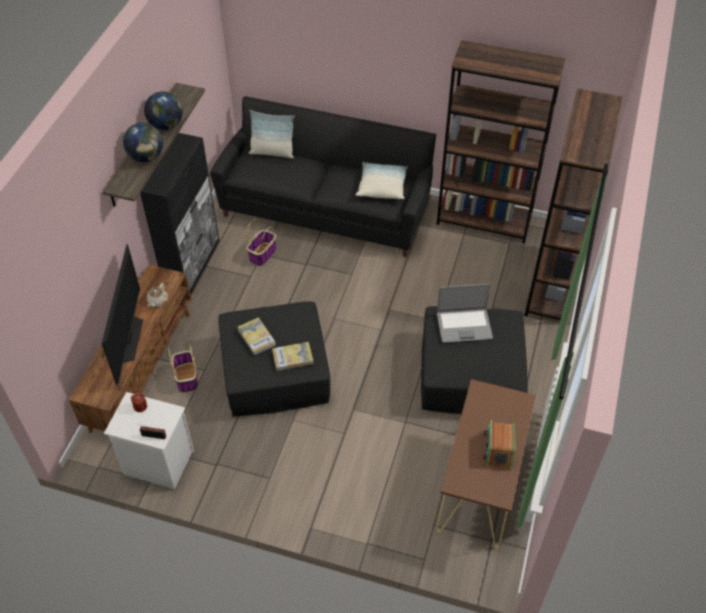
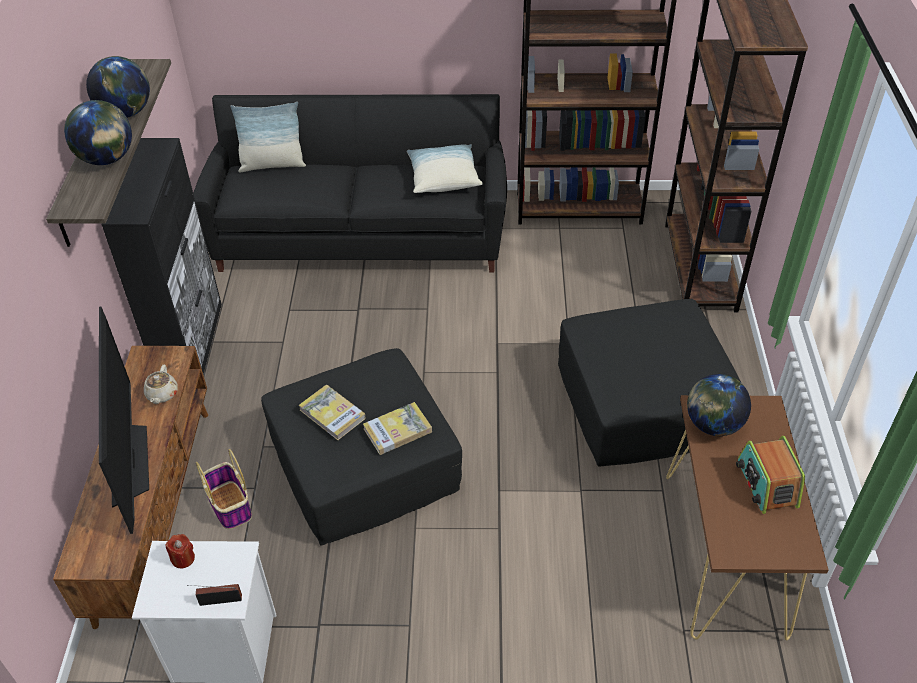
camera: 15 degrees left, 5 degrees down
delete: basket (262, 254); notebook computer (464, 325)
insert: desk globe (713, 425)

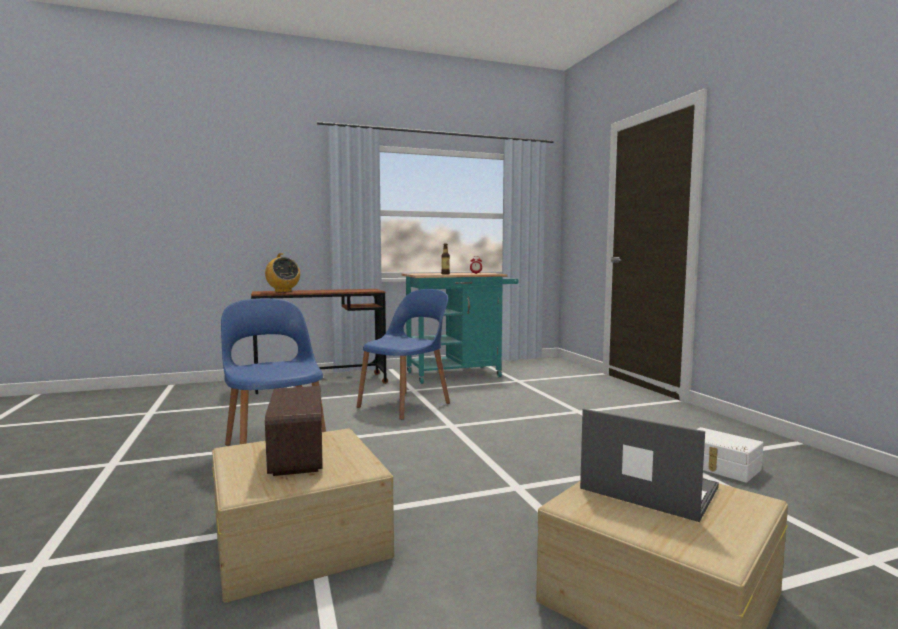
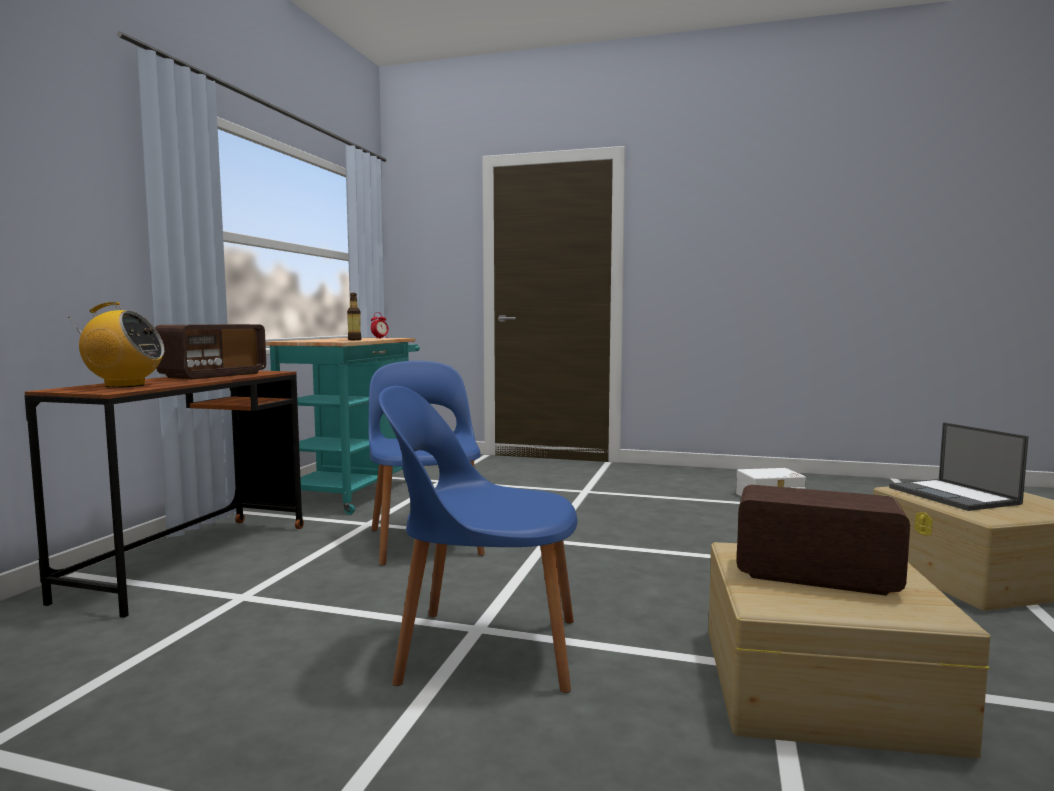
camera: 55 degrees left, 0 degrees up
insert: radio (214, 375)
rotate: notebook computer (647, 488) = (954, 496) 90 degrees counterclockwise

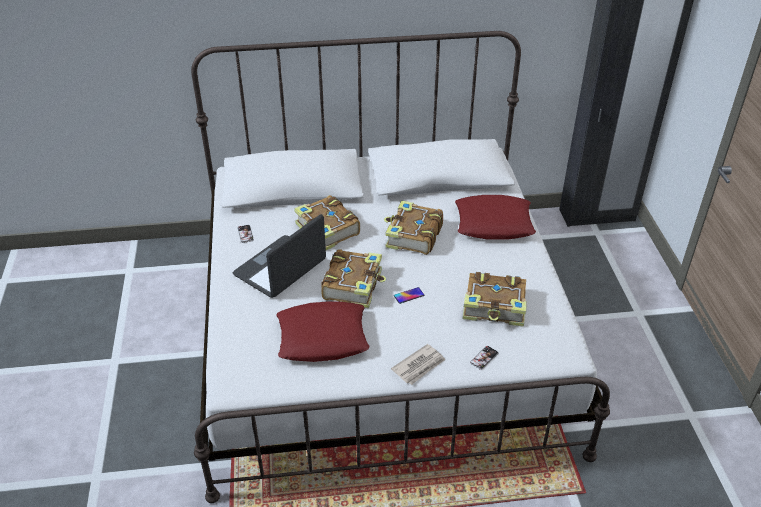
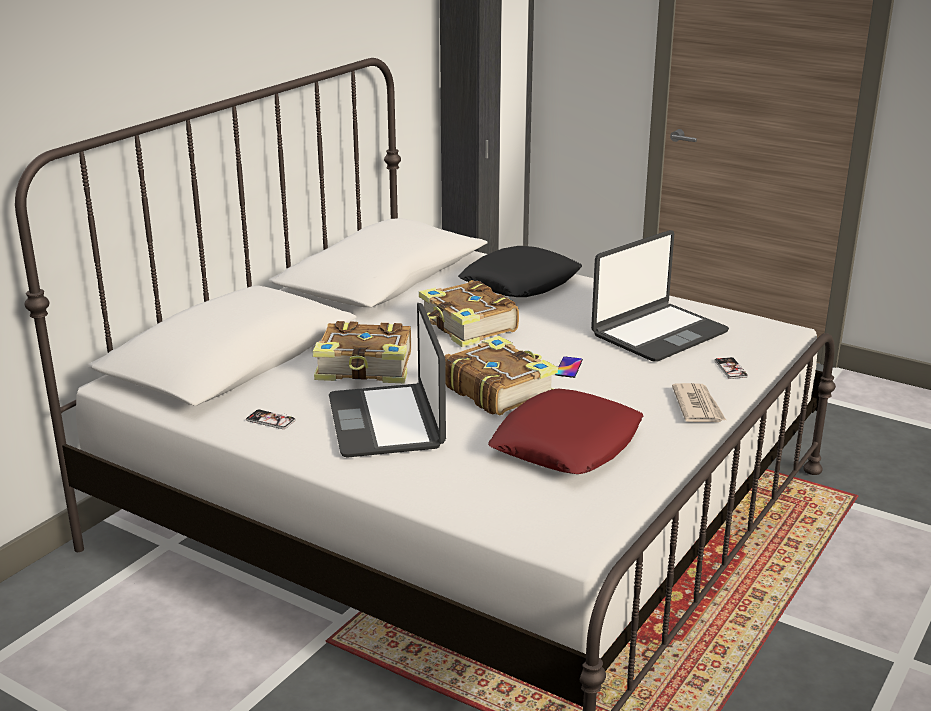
camera: 50 degrees left, 15 degrees down
replace: bound book (495, 307) to notebook computer (658, 333)
recolor: throw pillow in red-coloured (494, 223) to throw pillow in black (520, 282)

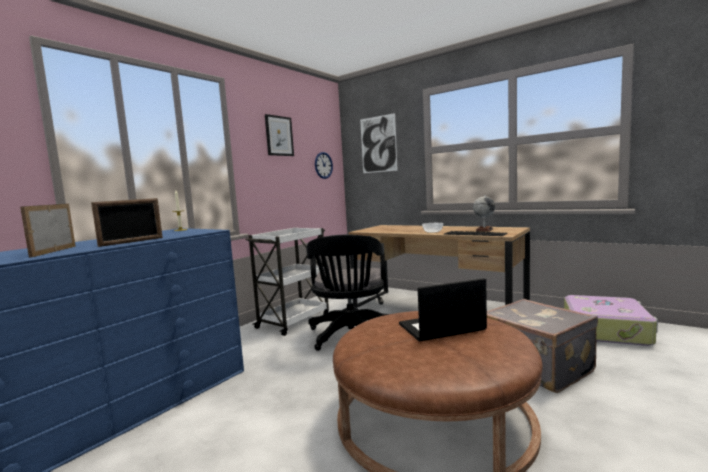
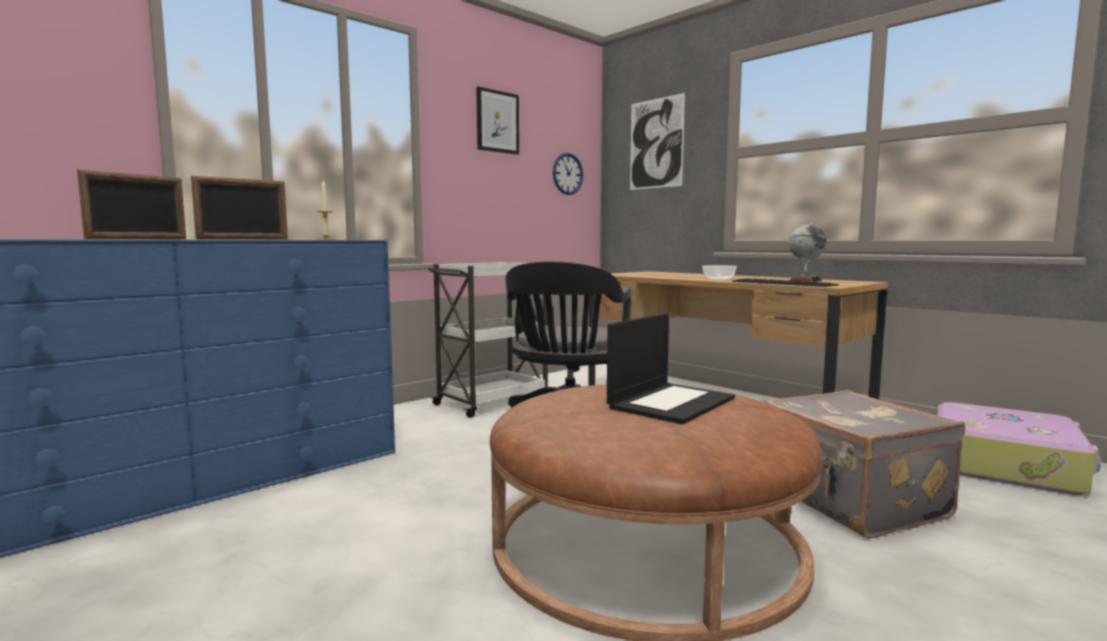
camera: 10 degrees right, 0 degrees up
rotate: standing frame (53, 251) = (138, 239) 150 degrees counterclockwise; notebook computer (441, 327) = (671, 402) 135 degrees clockwise

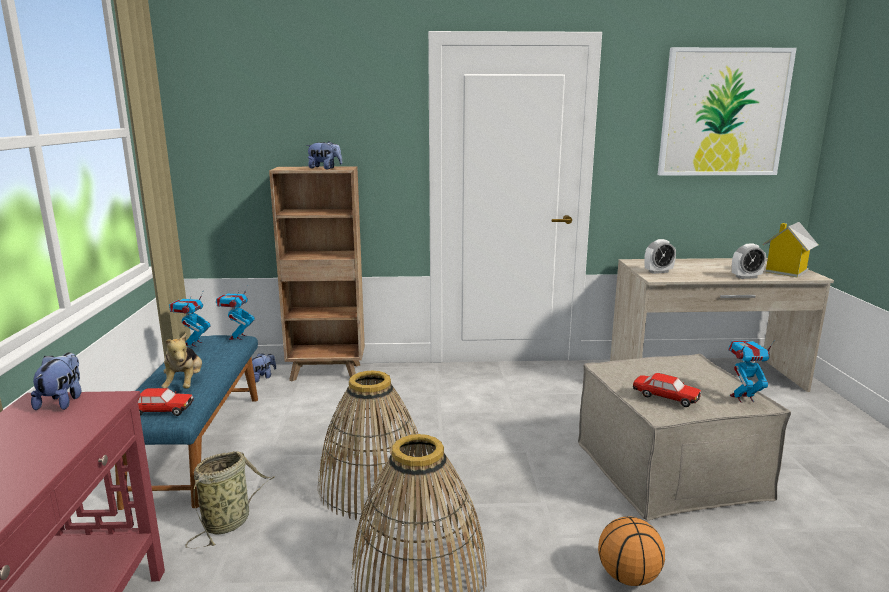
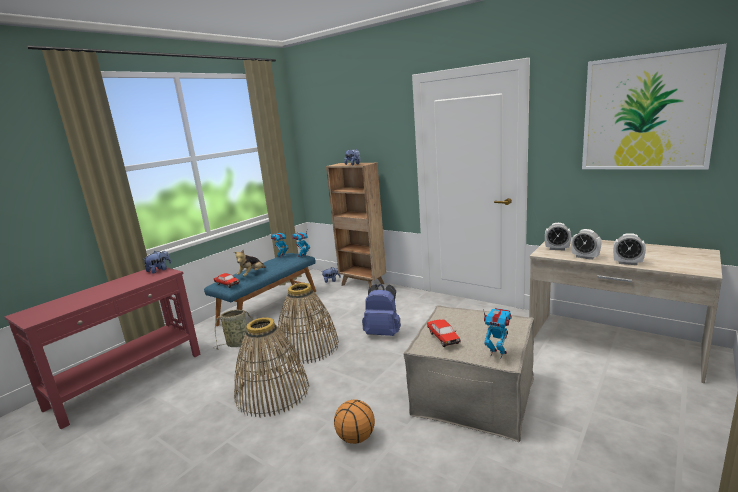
camera: 40 degrees right, 0 degrees up
delete: miniature house (785, 271)
insert: knapsack in blue (383, 333); alarm clock (585, 257)

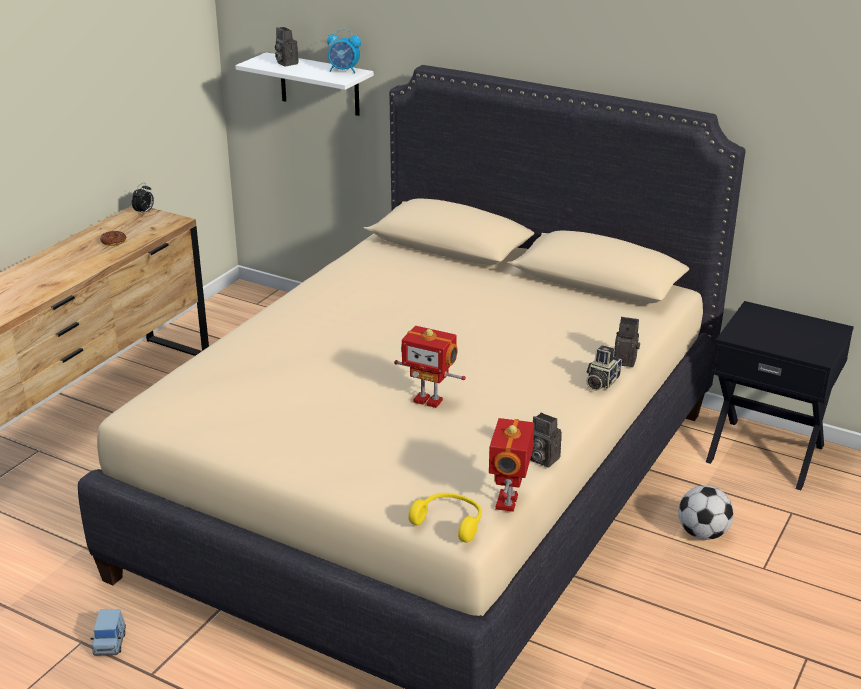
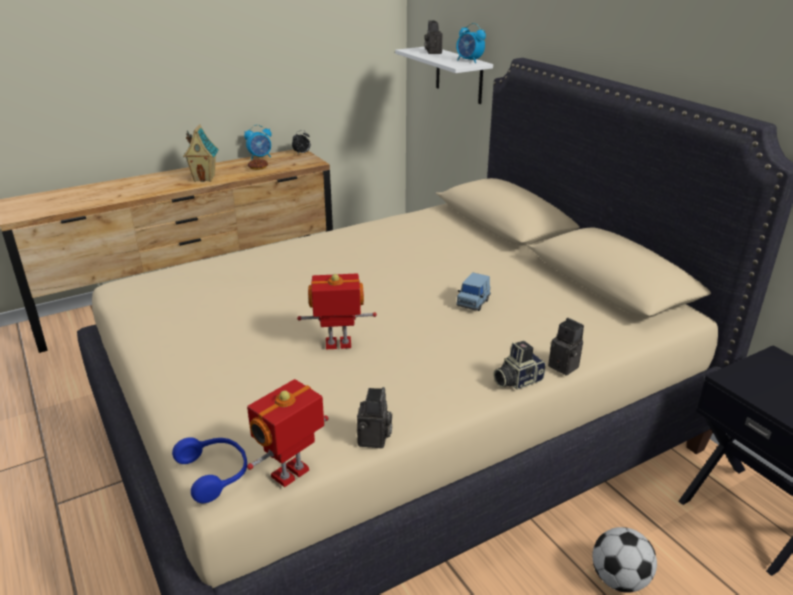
camera: 30 degrees right, 0 degrees up
insert: miniature house (205, 178); alarm clock (260, 157)
move: toy car in blue (110, 643) to (473, 303)
recolor: headphones in yellowish (450, 522) to headphones in blue (215, 473)
rotate: robot figure (429, 400) = (338, 345) 120 degrees clockwise; photo camera (542, 459) = (374, 440) 150 degrees counterclockwise

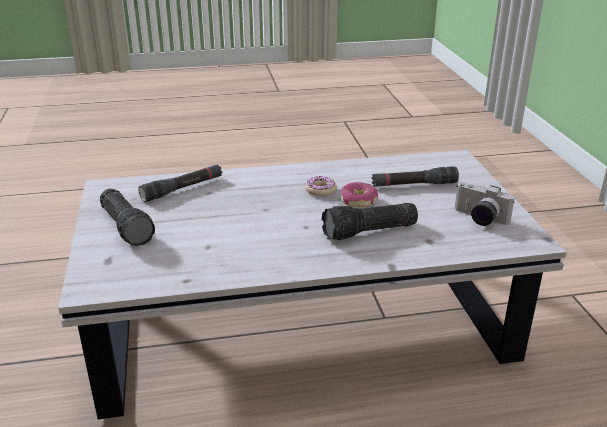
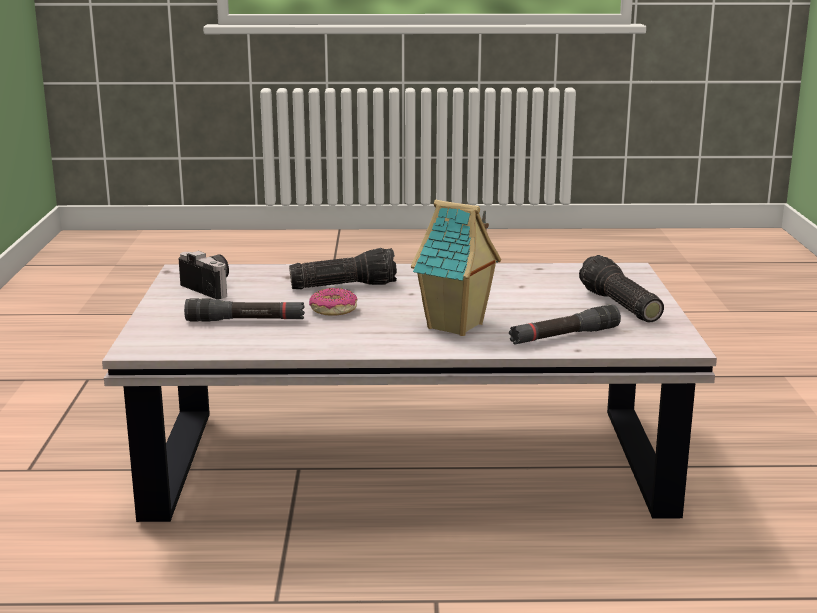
camera: 170 degrees left, 10 degrees down
delete: doughnut (321, 190)
insert: miniature house (456, 326)

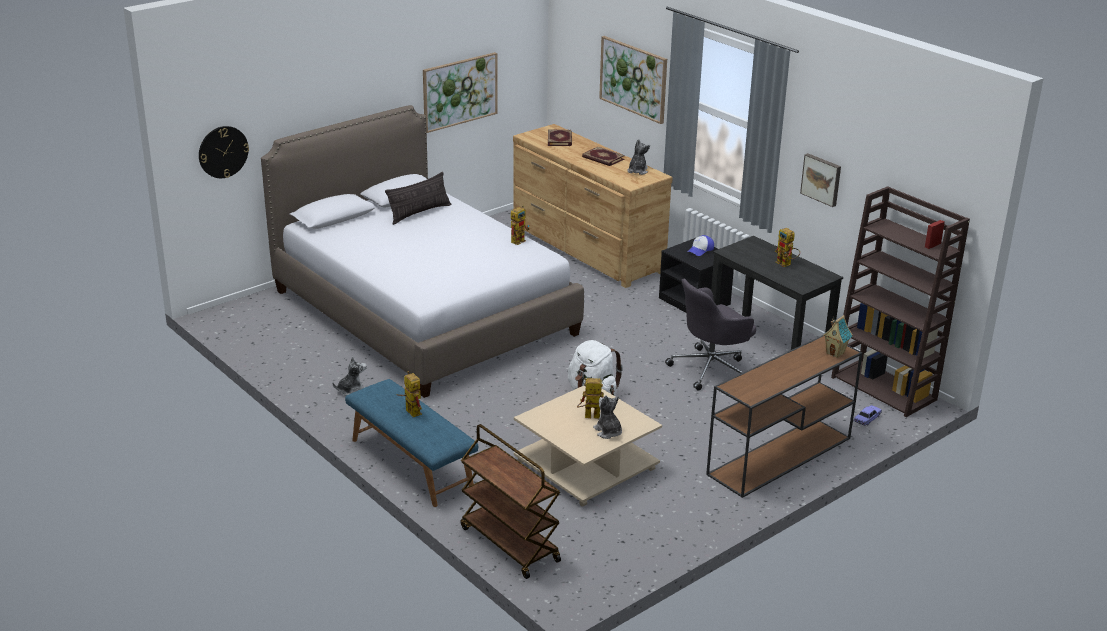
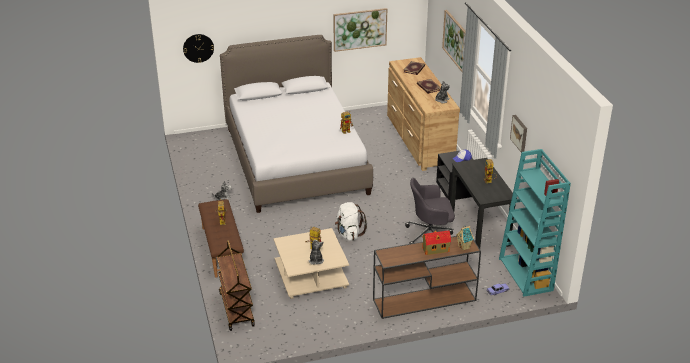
camera: 25 degrees right, 5 degrees up
delete: throw pillow (419, 213)
insert: miniature house (435, 250)
recolor: long seat in blue (410, 464) to long seat in brown-coloured (221, 249); bookcase in brown-coloured (885, 388) to bookcase in turquoise-coloured (526, 275)

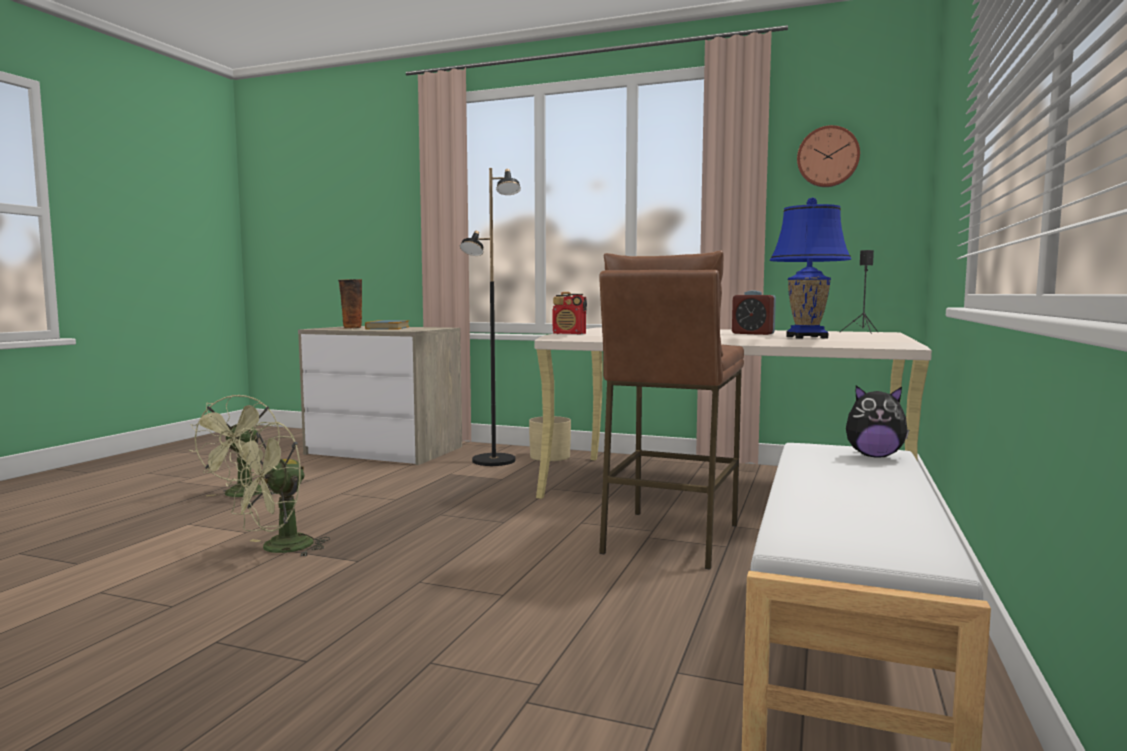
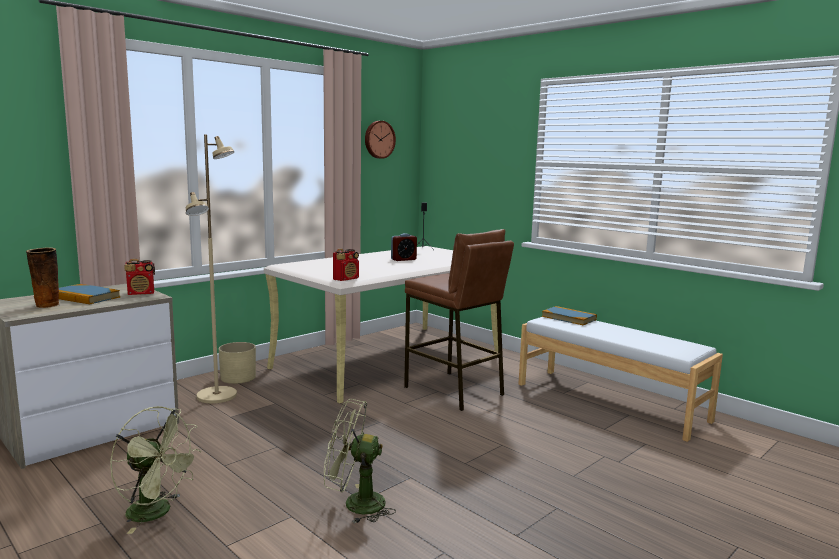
camera: 65 degrees left, 5 degrees up
delete: table lamp in blue (806, 337)
insert: radio (141, 293)
replace: cuddly toy (874, 456) to bound book (569, 318)
recolor: standard lamp in black (493, 461) to standard lamp in beige-coloured (217, 396)
rotate: electric fan in green-coloured (278, 549) = (355, 504) 120 degrees clockwise

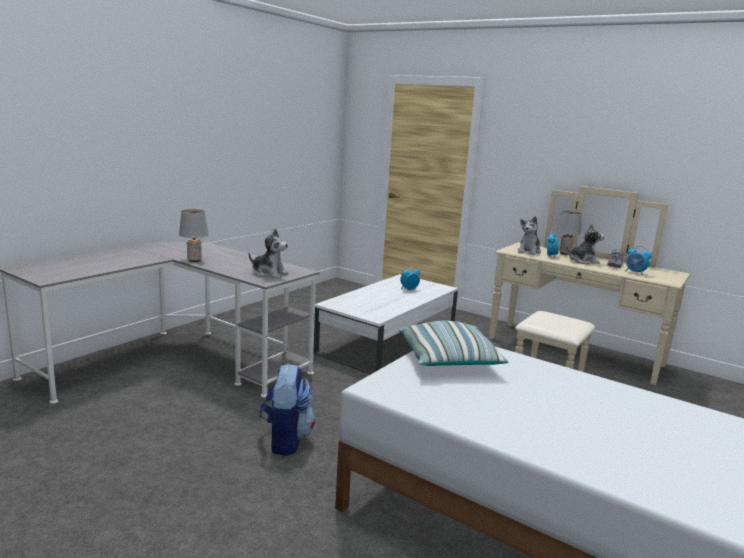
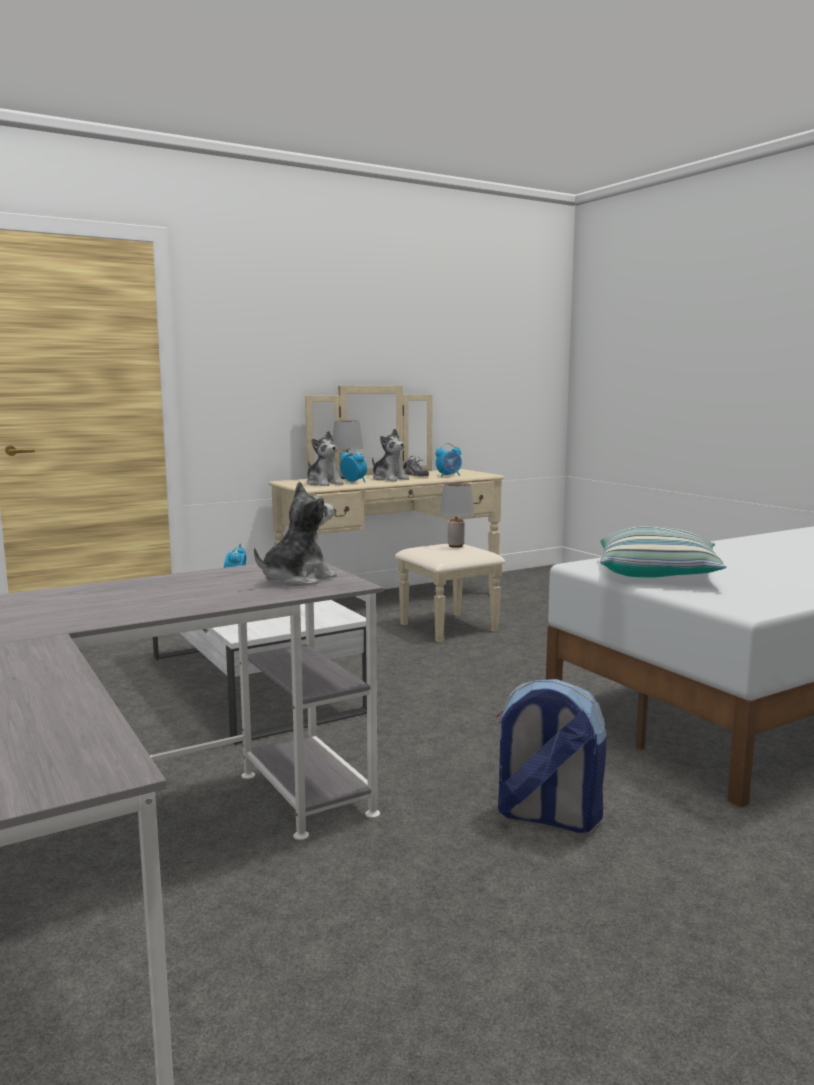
camera: 65 degrees left, 5 degrees down
move: table lamp in greyish (194, 260) to (456, 546)
rotate: cuddly toy (582, 261) = (389, 479) 120 degrees clockwise

